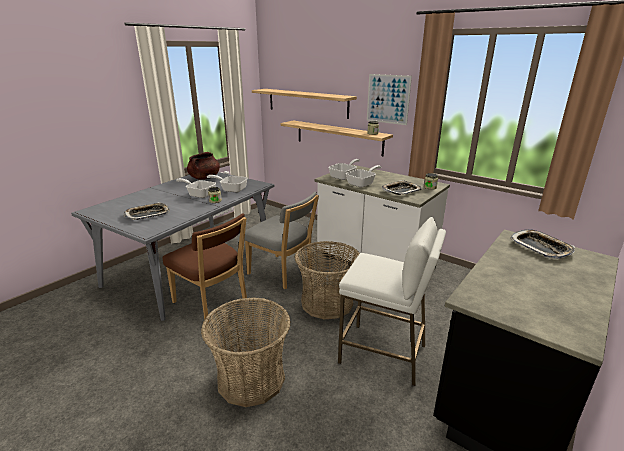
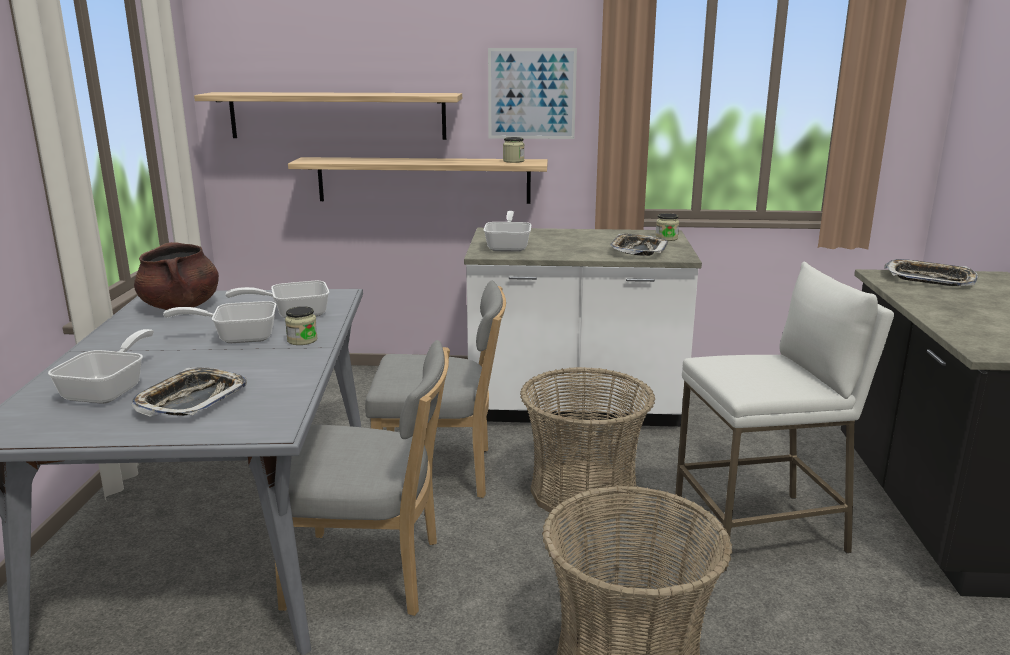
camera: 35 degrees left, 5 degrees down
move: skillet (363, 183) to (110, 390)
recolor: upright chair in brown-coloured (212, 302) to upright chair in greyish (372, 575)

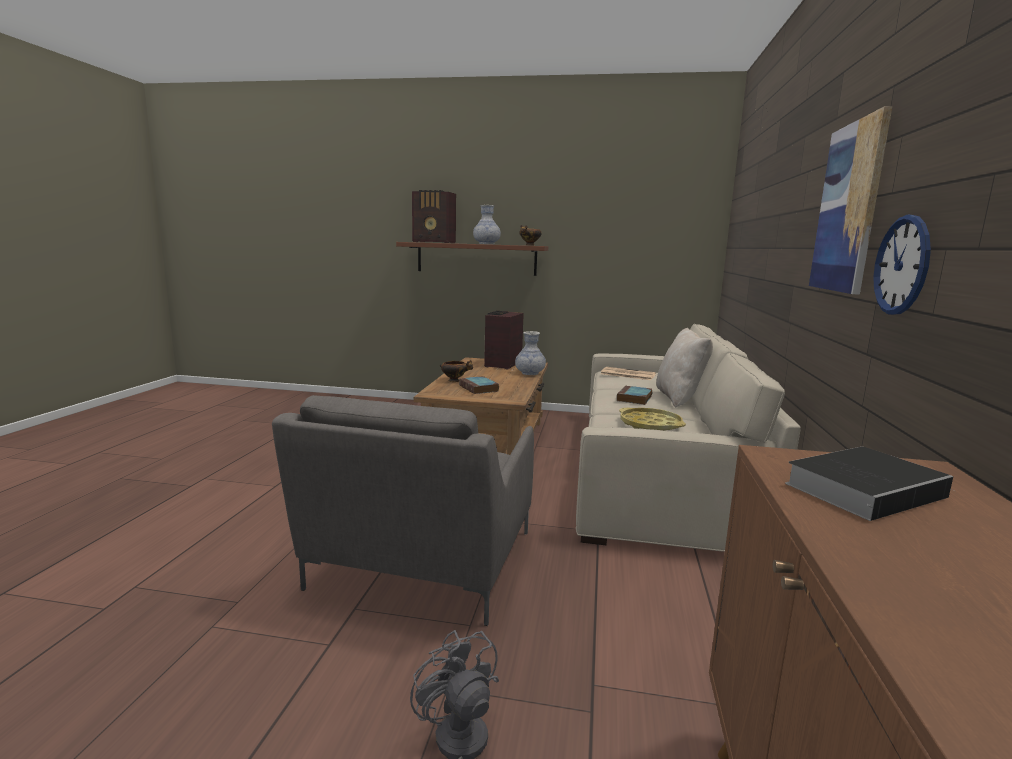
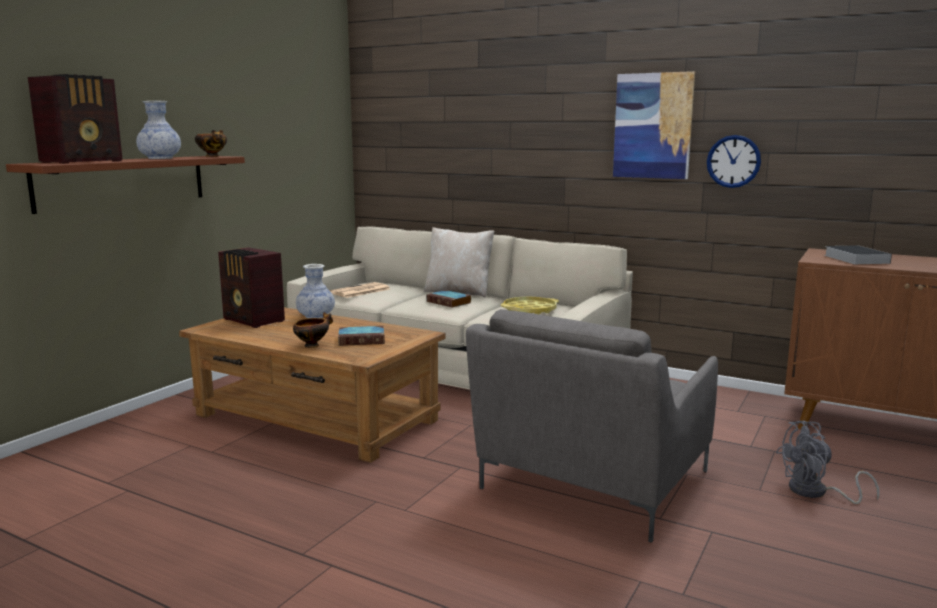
camera: 70 degrees left, 0 degrees up
rotate: easy chair in greyish (420, 564) = (590, 483) 90 degrees clockwise

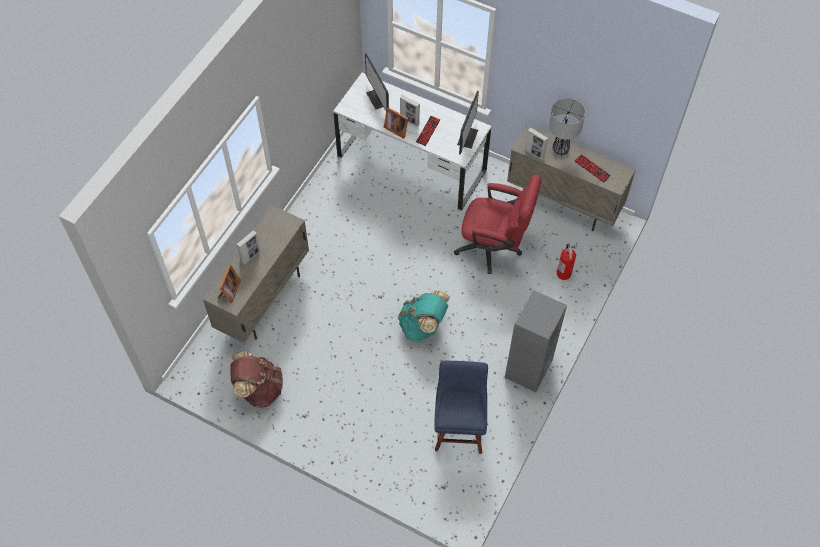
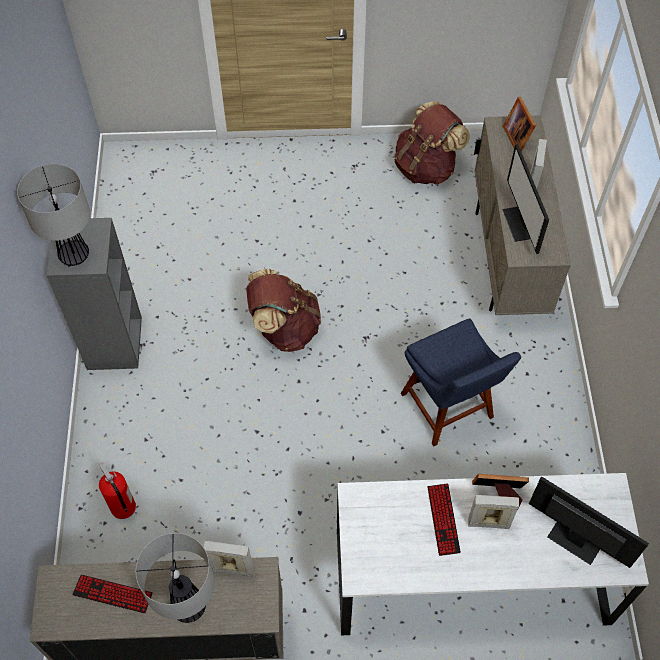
camera: 150 degrees right, 0 degrees up
delete: office chair in red-coloured (494, 248)
insert: table lamp (73, 255)
move: upright chair in blue (459, 428) to (449, 409); computer display (467, 137) to (521, 223)
recolor: knapsack in turquoise-coloured (423, 326) to knapsack in brown-coloured (284, 328)

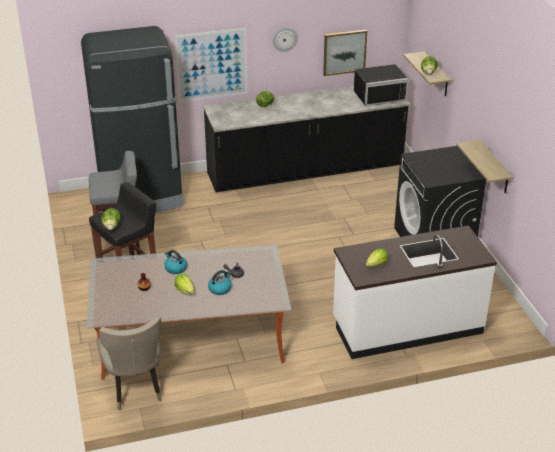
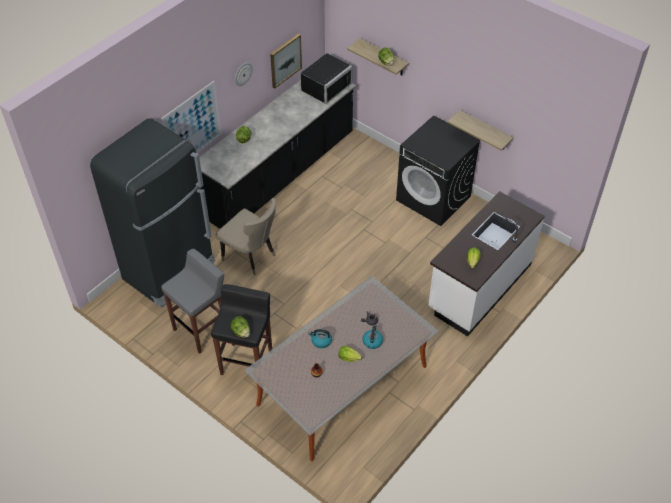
camera: 35 degrees left, 15 degrees up
move: upright chair in beige-coloured (135, 389) to (251, 257)

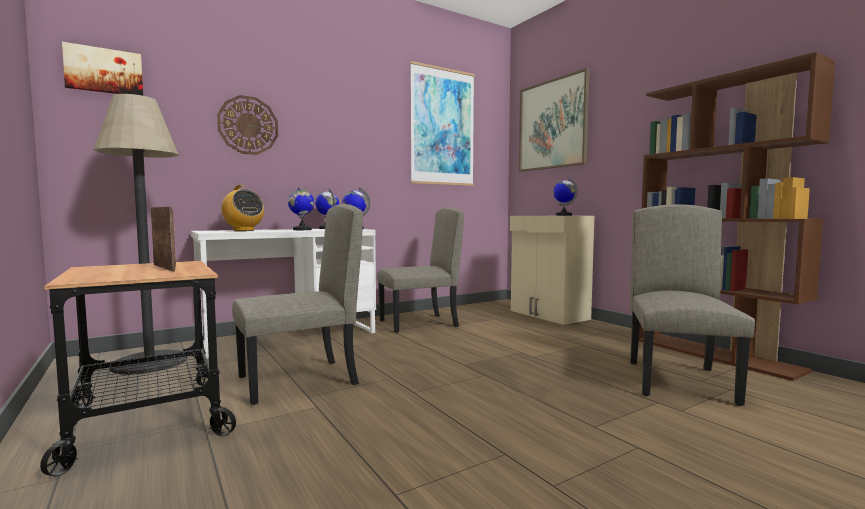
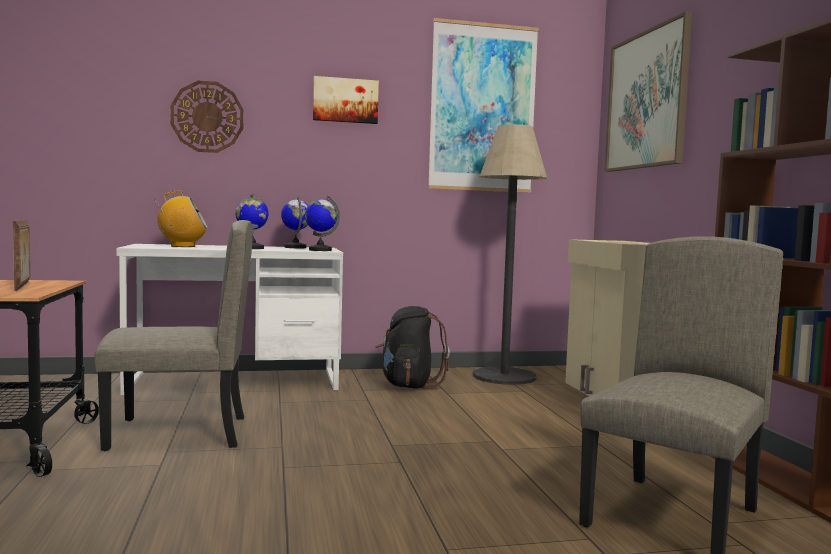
camera: 20 degrees right, 0 degrees up
delete: desk globe (563, 215)
move: wall picture (104, 71) to (345, 100); standard lamp (149, 363) to (504, 376)
replace: upright chair in beige-coloured (418, 324) to knapsack in black (409, 385)
rotate: radio (243, 230) = (182, 246) 75 degrees counterclockwise

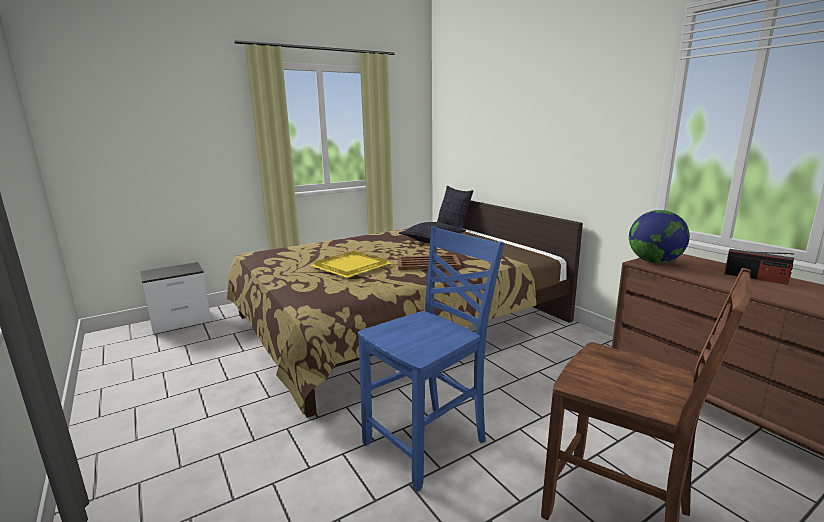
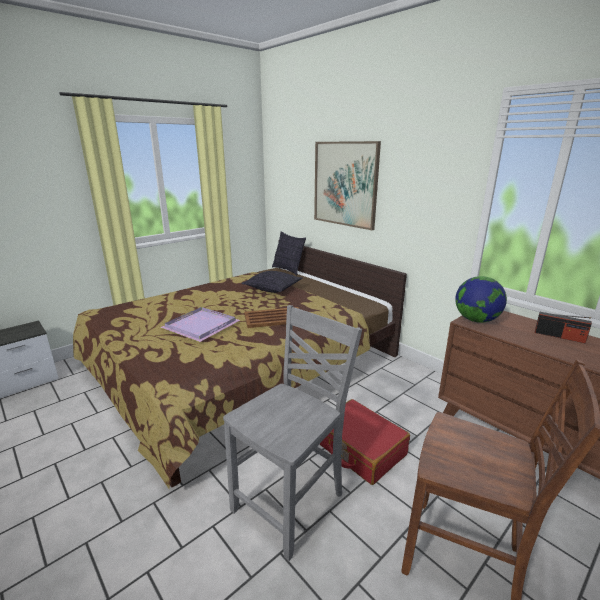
camera: 10 degrees left, 5 degrees up
insert: wall picture (345, 184); suitcase in red-coloured (360, 449)
recolor: carrying tray in yellowish (351, 266) to carrying tray in purplish (201, 325); upright chair in blue (428, 443) to upright chair in greyish (291, 503)

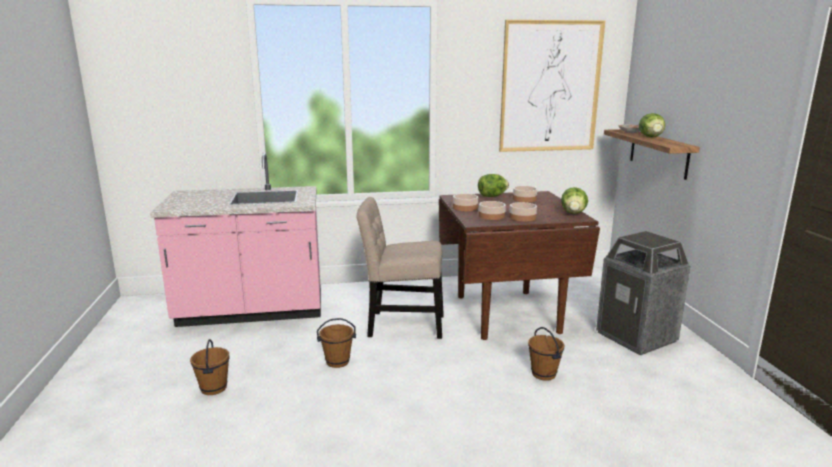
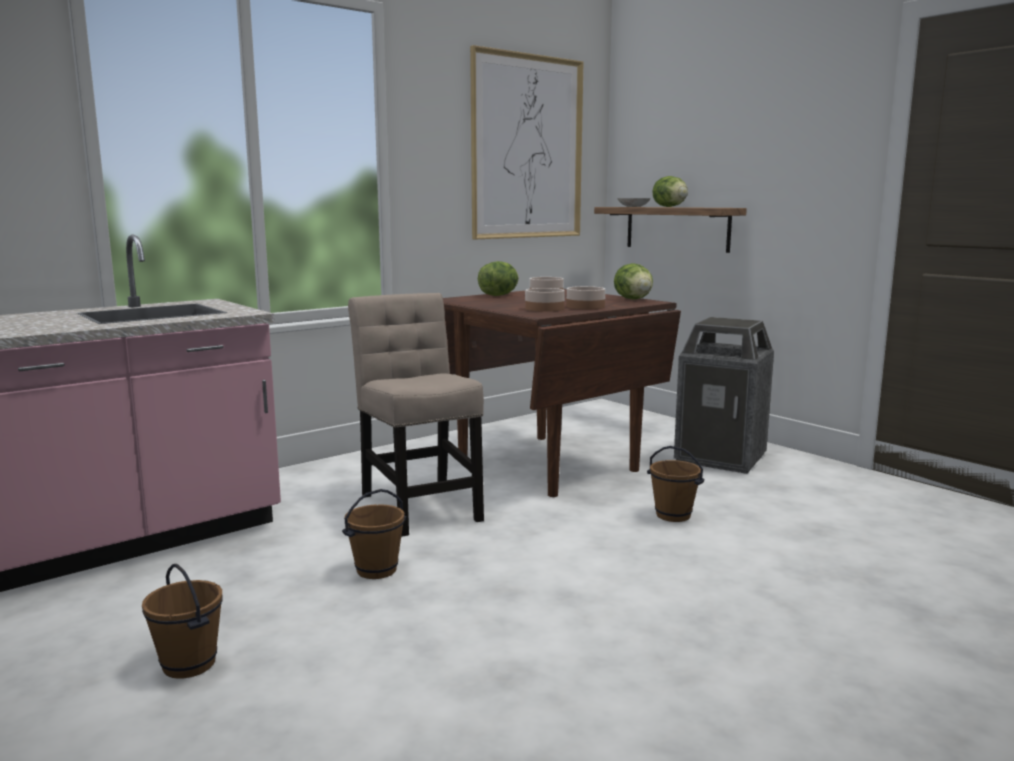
camera: 30 degrees left, 5 degrees down
delete: bowl (465, 208)
rotate: upright chair in beige-coloured (401, 325) = (419, 504) 90 degrees clockwise

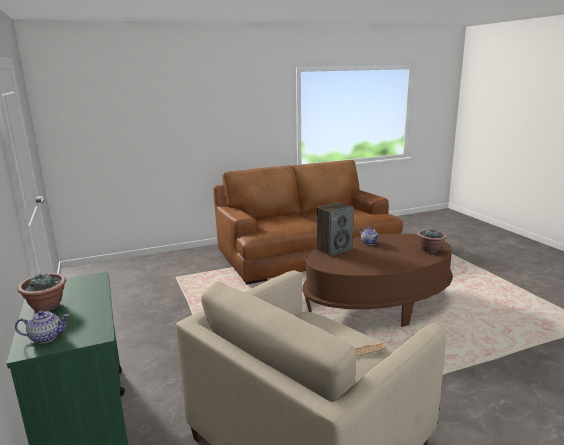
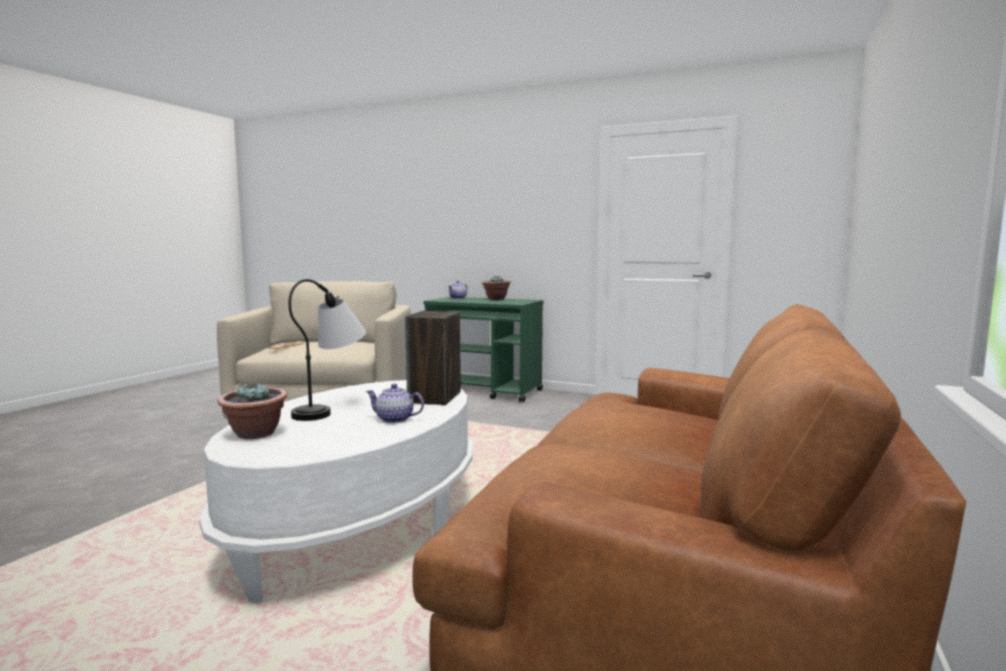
camera: 135 degrees right, 10 degrees down
insert: table lamp (332, 409)
recolor: low table in brown-coloured (377, 304) to low table in white (359, 523)

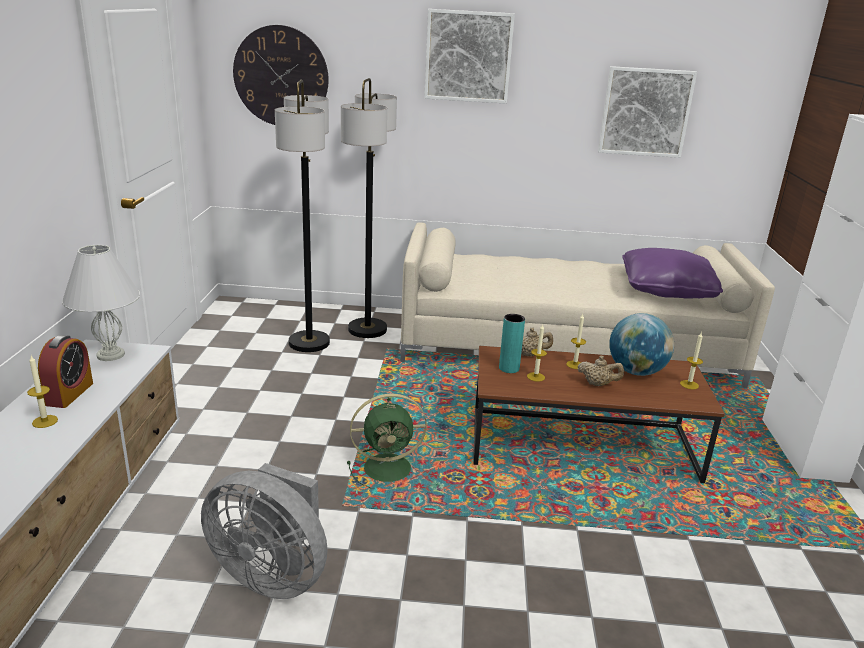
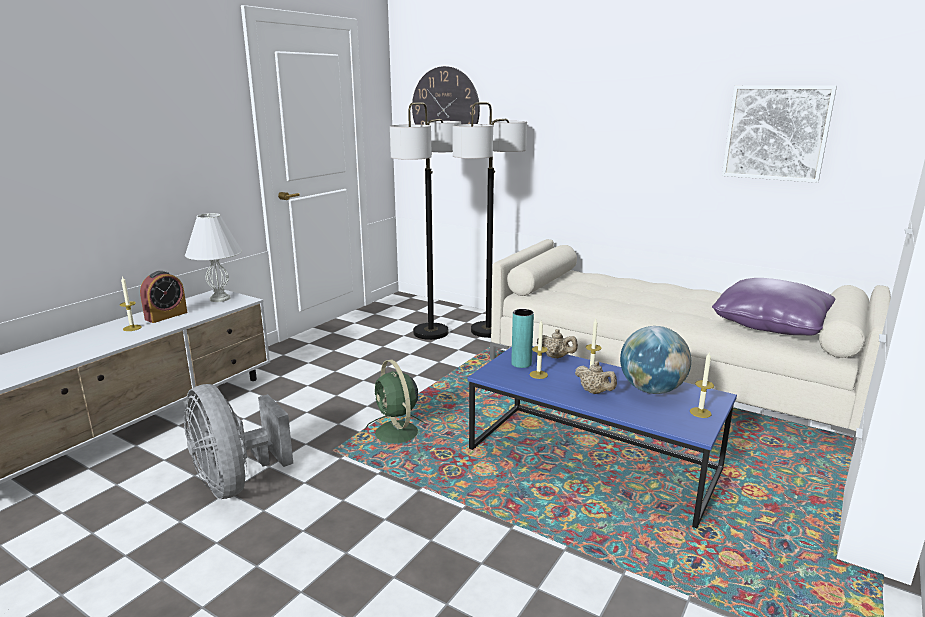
camera: 30 degrees right, 5 degrees down
delete: wall picture (468, 56)
recolor: low table in brown-coloured (581, 446) to low table in blue (592, 460)
rotate: electric fan in green-coloured (390, 468) = (397, 434) 45 degrees clockwise

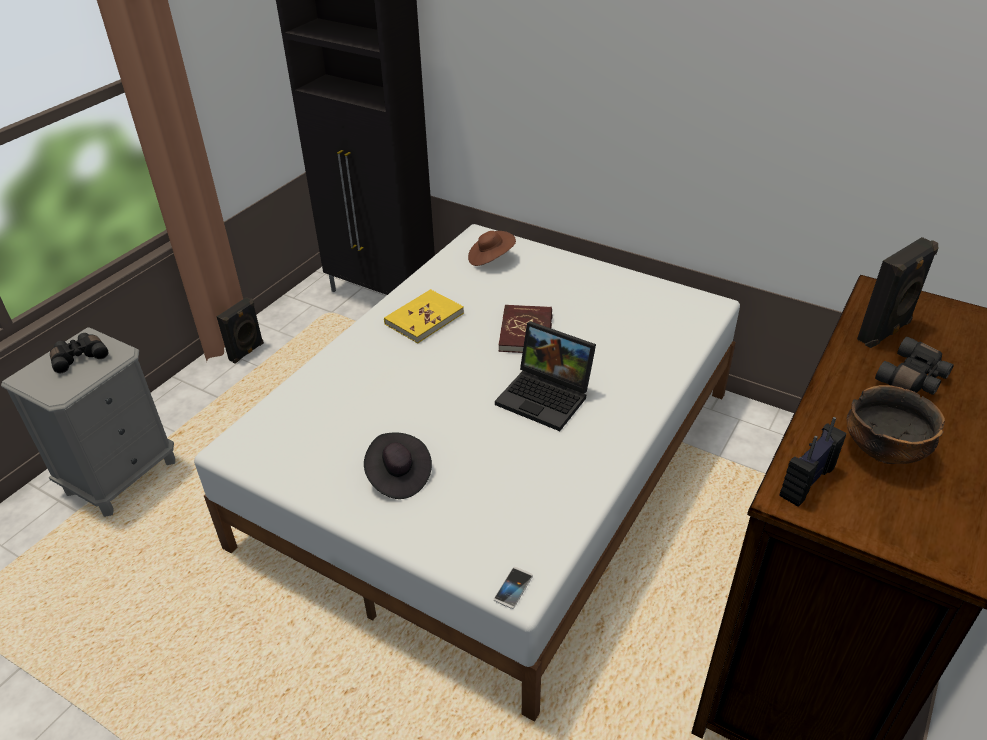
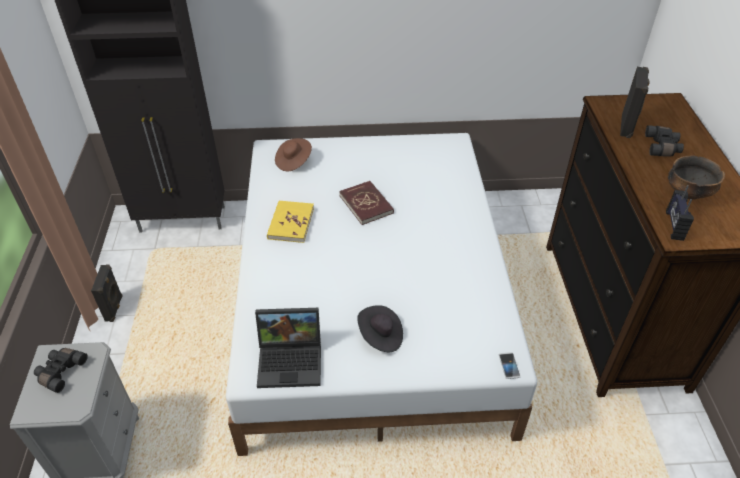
camera: 35 degrees left, 5 degrees up
move: notebook computer (547, 397) to (292, 360)

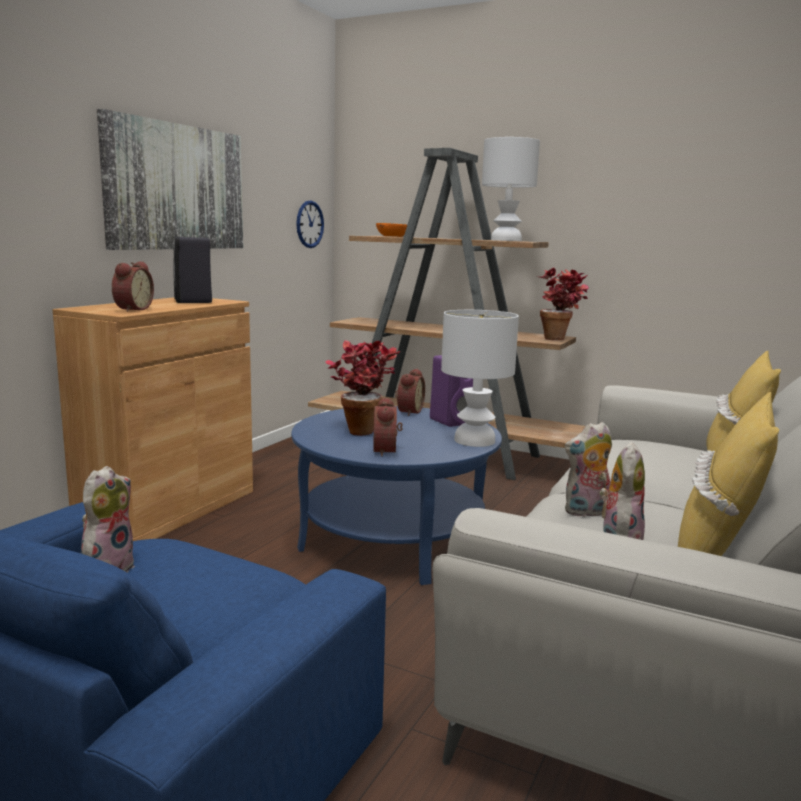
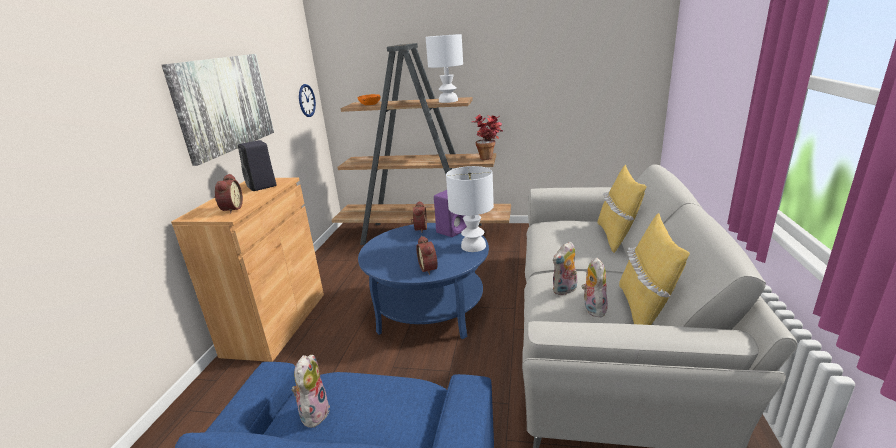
camera: 15 degrees left, 10 degrees up
delete: potted plant (361, 429)

